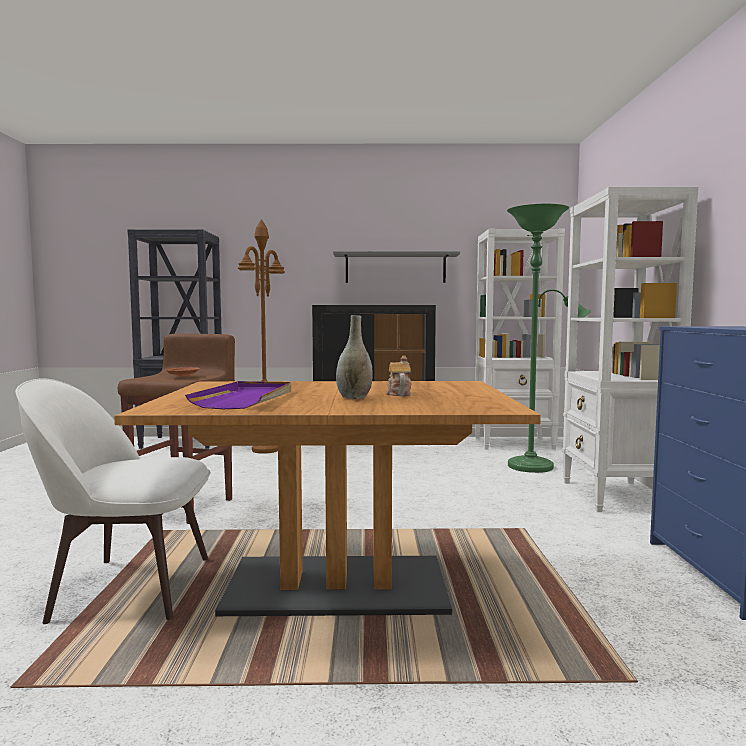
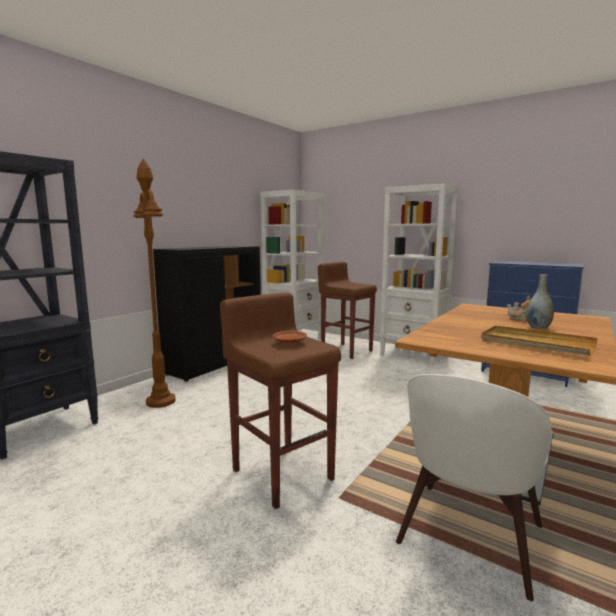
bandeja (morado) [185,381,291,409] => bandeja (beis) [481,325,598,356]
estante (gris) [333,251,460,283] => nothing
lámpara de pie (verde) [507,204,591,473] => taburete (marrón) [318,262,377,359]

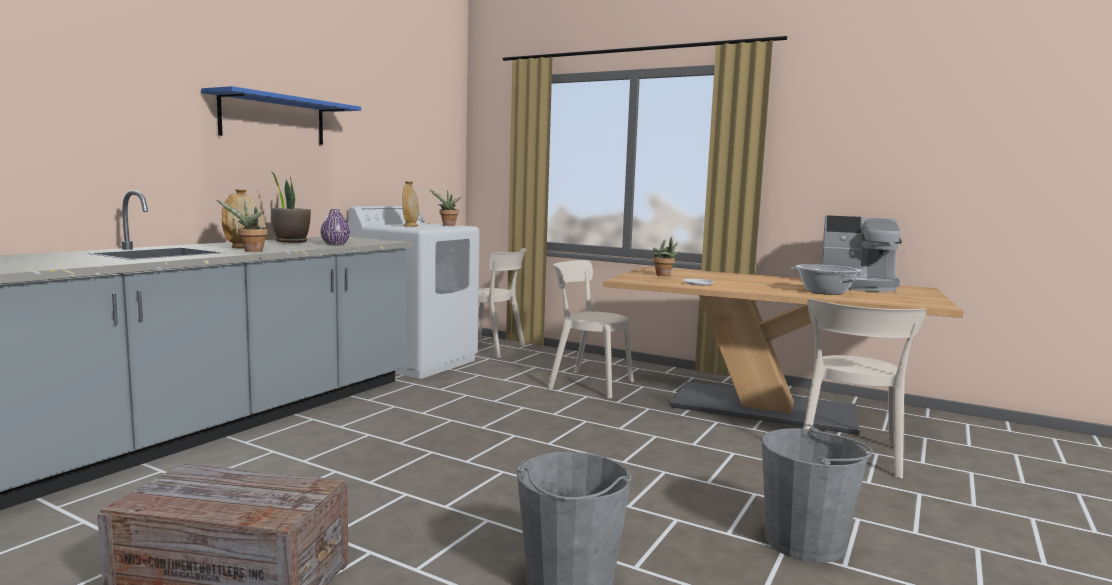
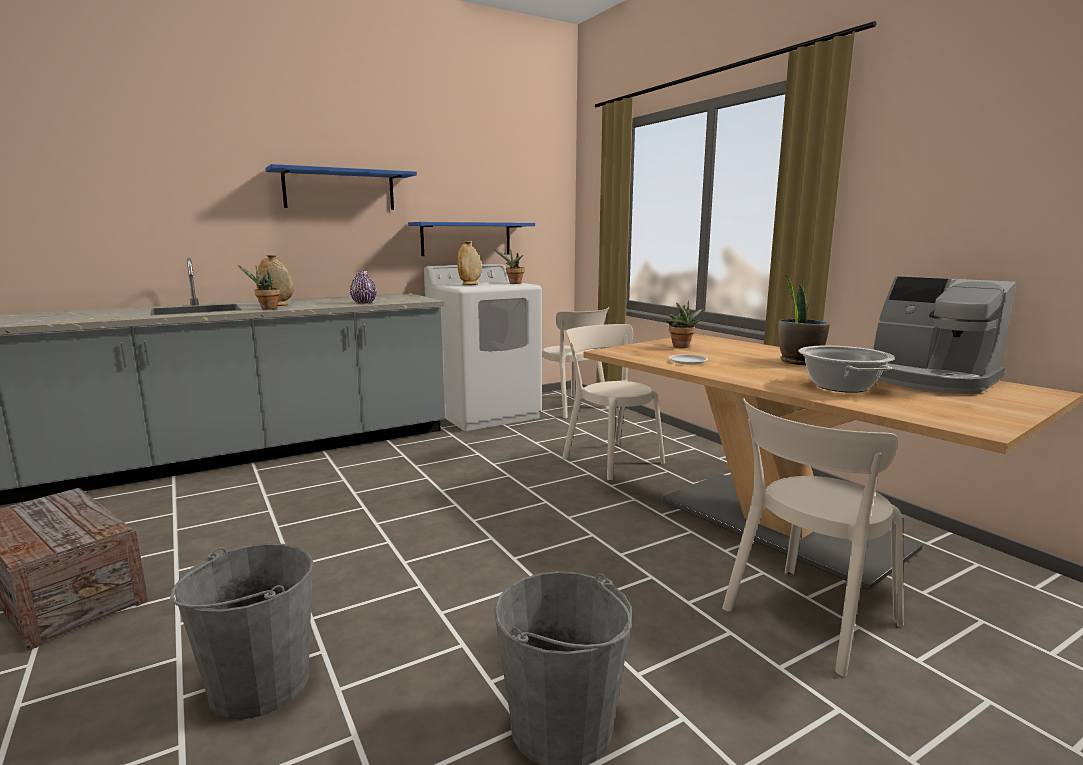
planta en maceta [271,171,311,243] => planta en maceta [778,275,830,365], relocated
nothing => estante (azul) [408,222,535,256]

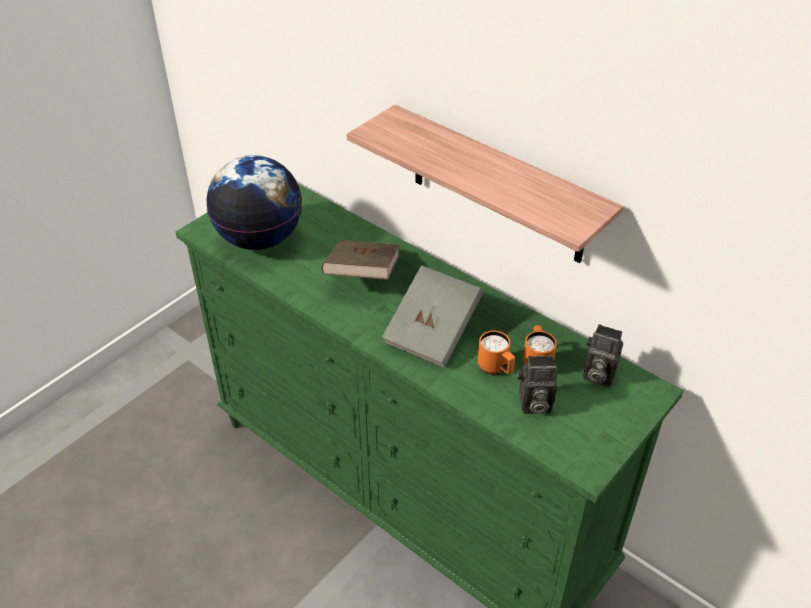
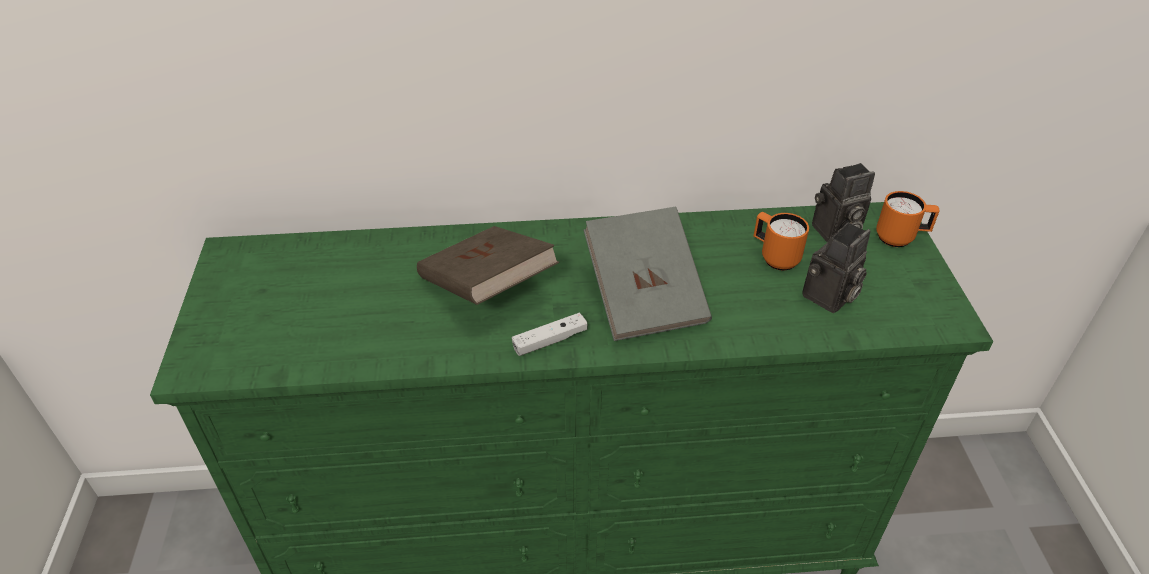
globo terráqueo [206,155,302,250] => nothing
estante [347,105,623,263] => nothing
taza grande (naranja) [478,331,515,375] => taza grande (naranja) [876,191,940,247], relocated
nothing => mando de consola (blanco) [512,313,588,356]

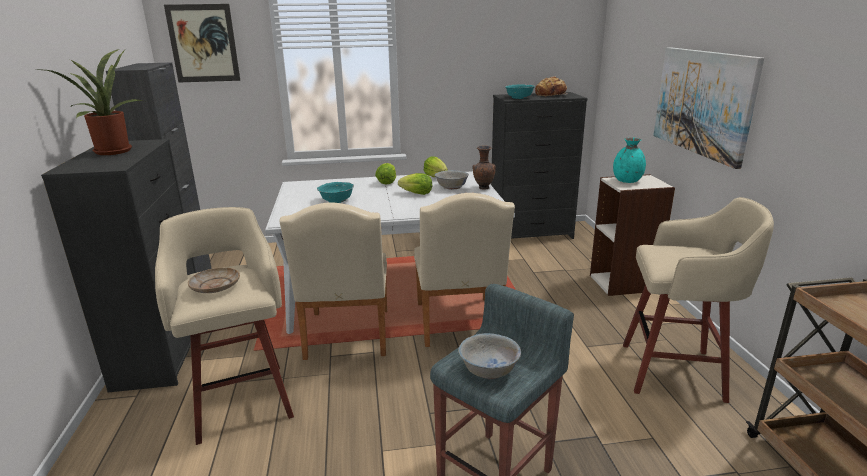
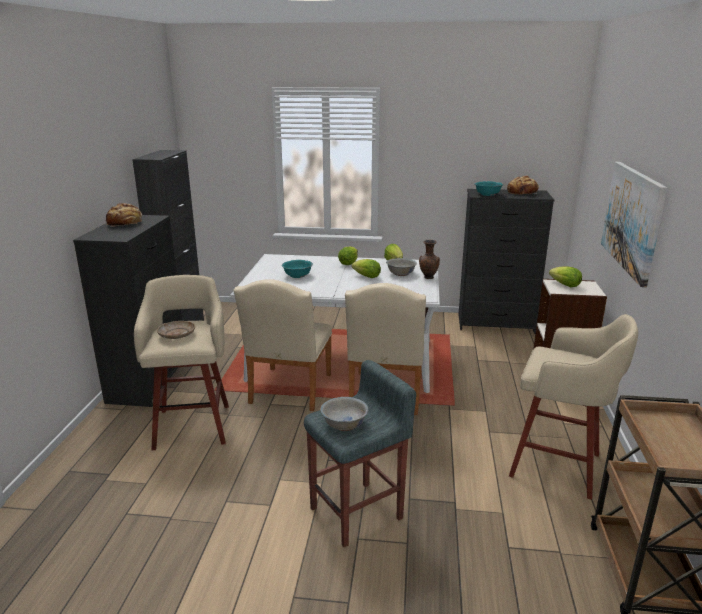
planta en maceta [46,49,143,155] => pan [106,203,142,227]
cuadro [164,4,240,83] => nothing
florero (turquesa) [613,137,646,183] => lechuga [549,266,582,287]

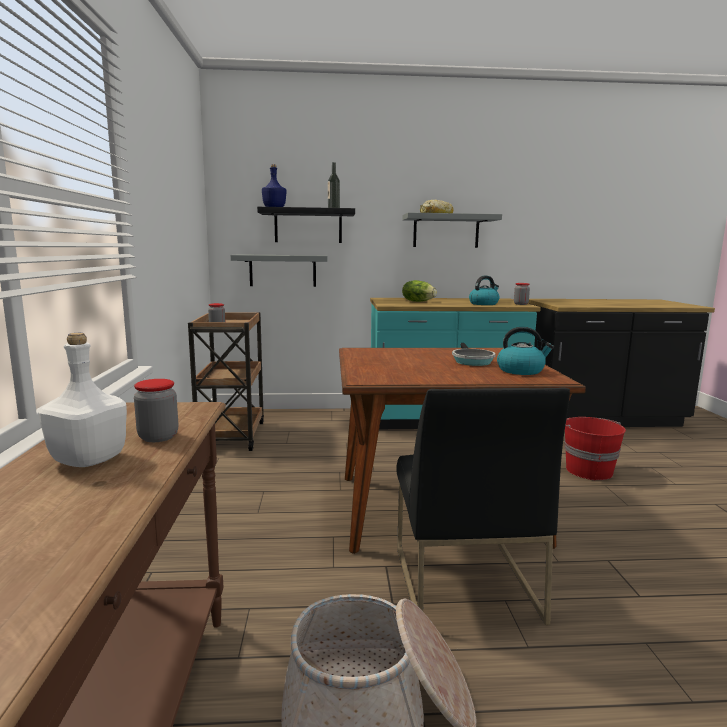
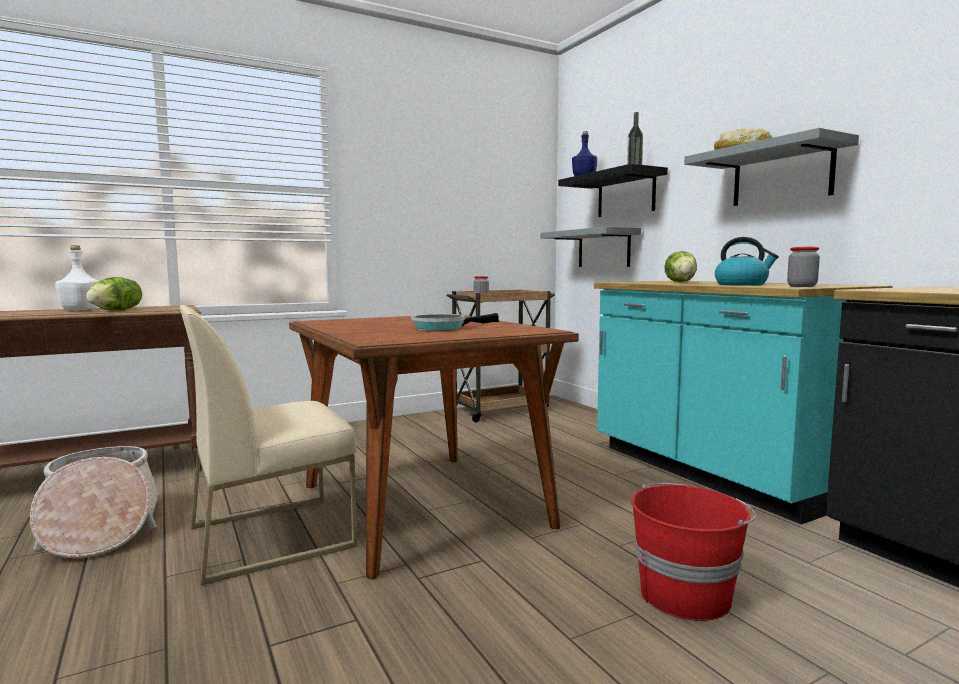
tarro [134,379,178,442] => lechuga [86,277,142,310]
silla (negro) [396,388,570,625] => silla (beis) [180,305,357,585]
hervidor [497,327,554,375] => nothing

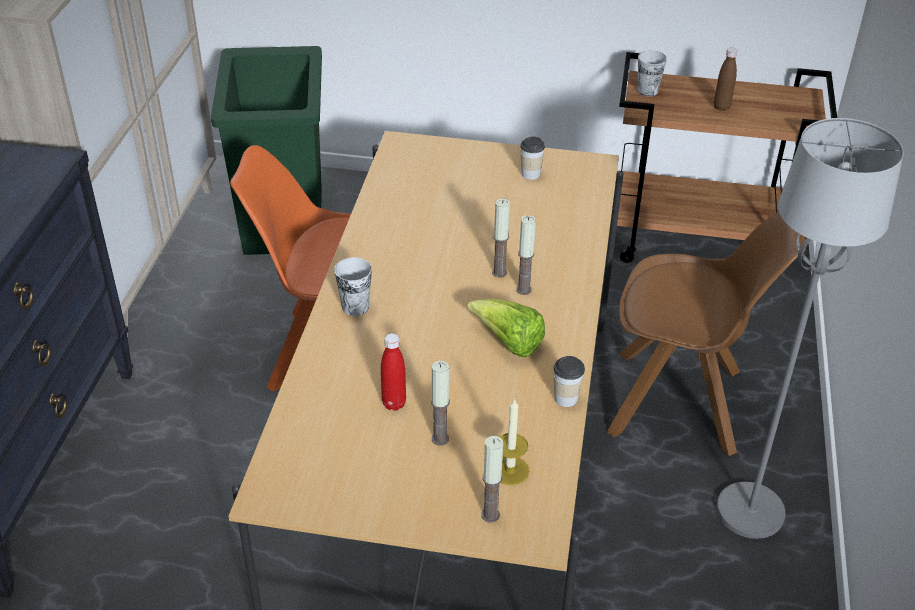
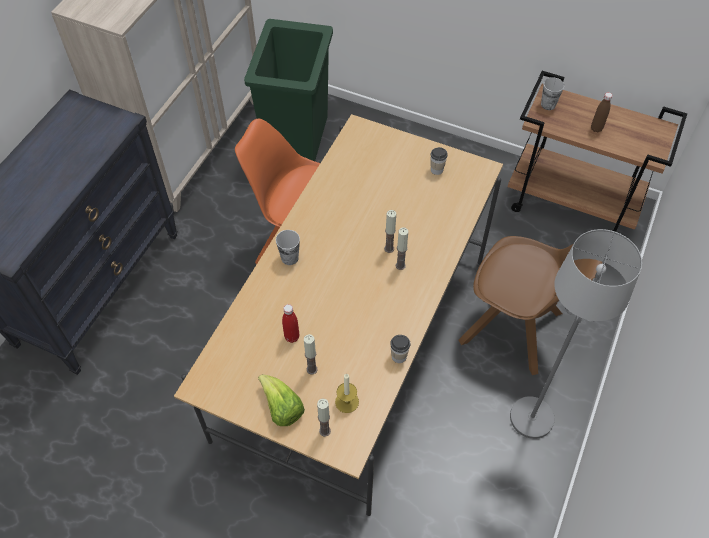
lechuga [467,299,545,357] => lechuga [258,374,305,426], relocated

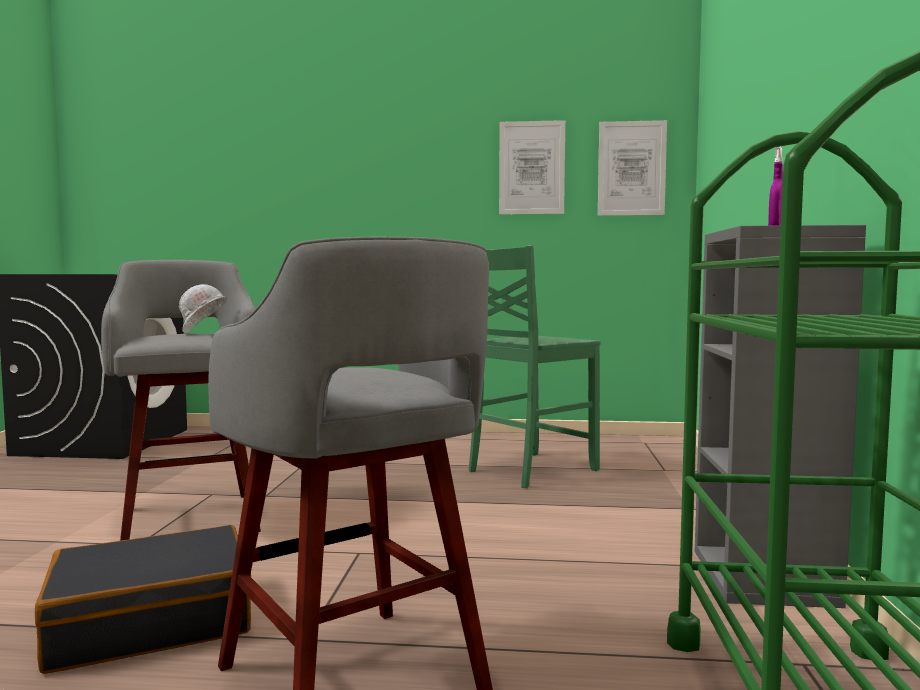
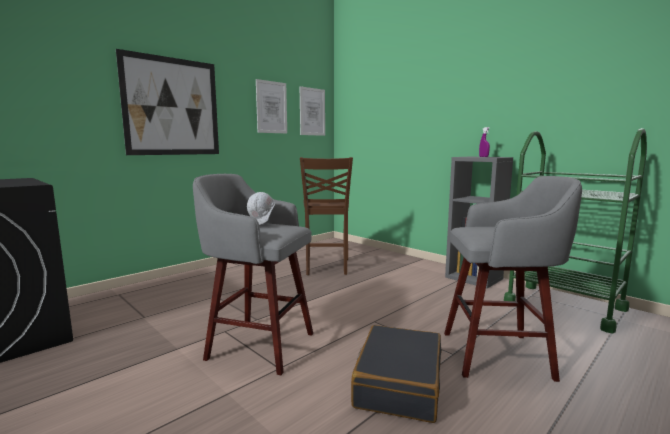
silla (verde) [469,245,601,488] => silla (marrón) [300,157,353,275]
nothing => cuadro [116,49,219,155]

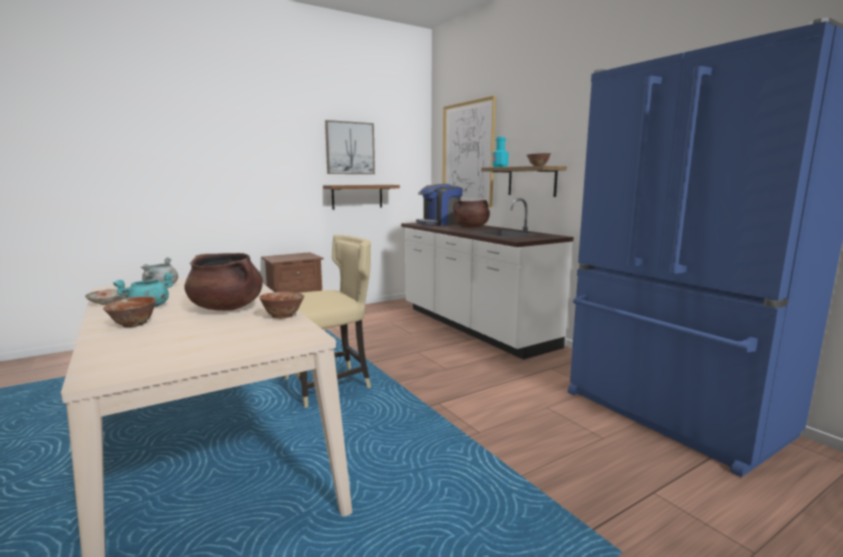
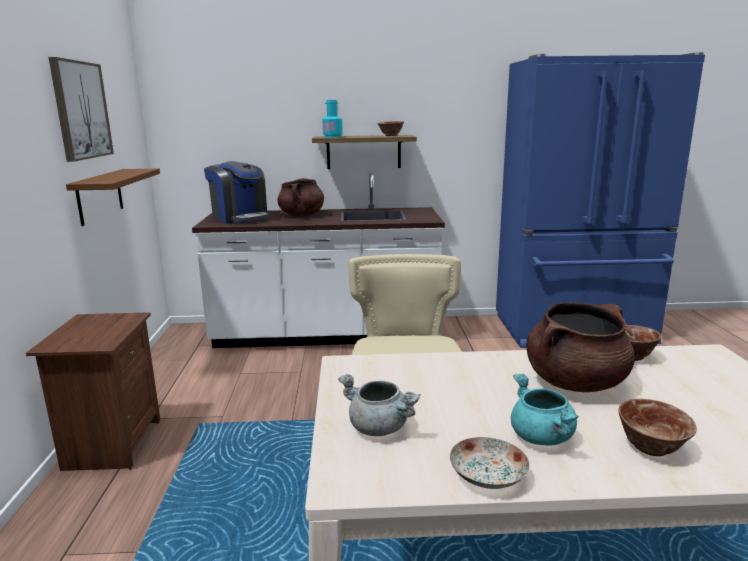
cafetera [416,184,463,226] => cafetera [204,161,270,224], 45 degrees counterclockwise
cuadro [442,96,496,207] => nothing

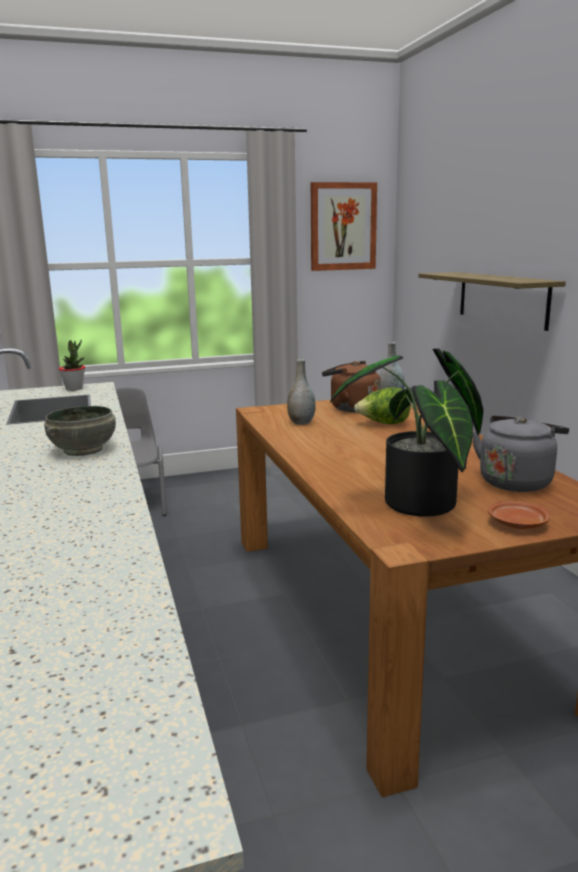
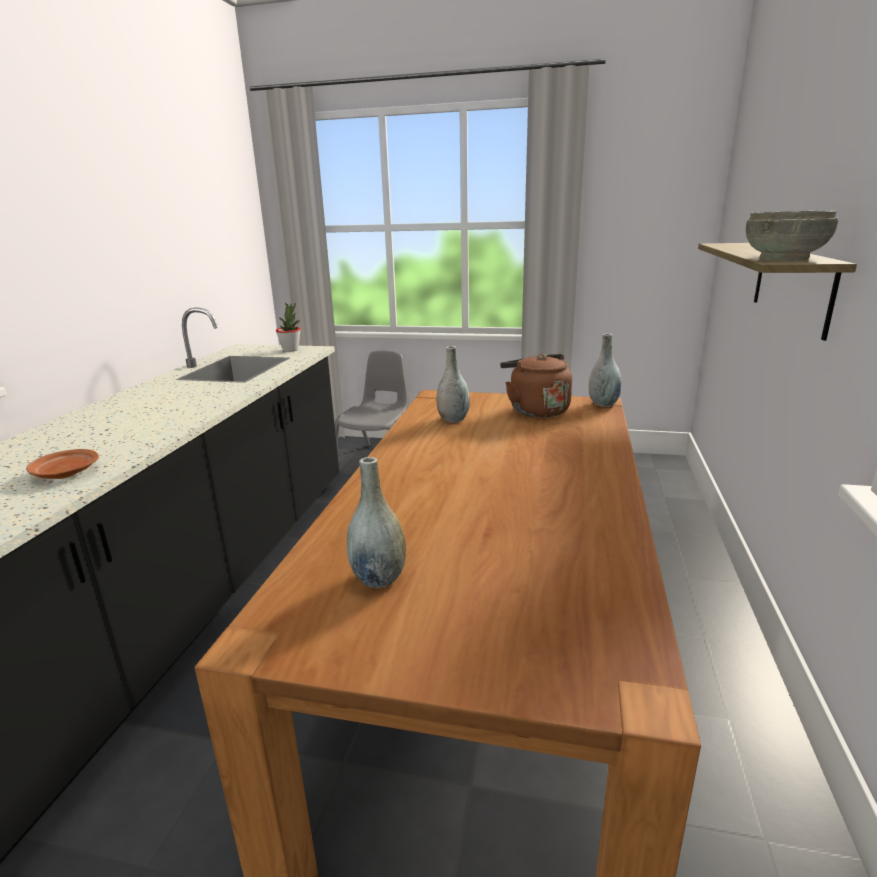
cuenco (gris) [44,406,116,456] => cuenco (gris) [746,210,838,260], relocated
cuadro [311,182,377,271] => nothing
planta en maceta [330,348,484,517] => florero (gris) [347,457,406,588]
lechuga [354,387,410,424] => nothing
hervidor (gris) [472,415,569,492] => nothing
plato (marrón) [488,501,550,529] => plato (marrón) [26,449,99,479], relocated

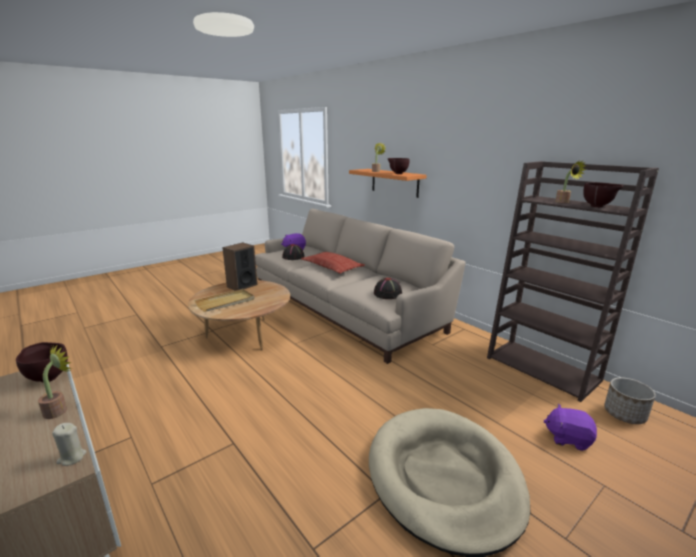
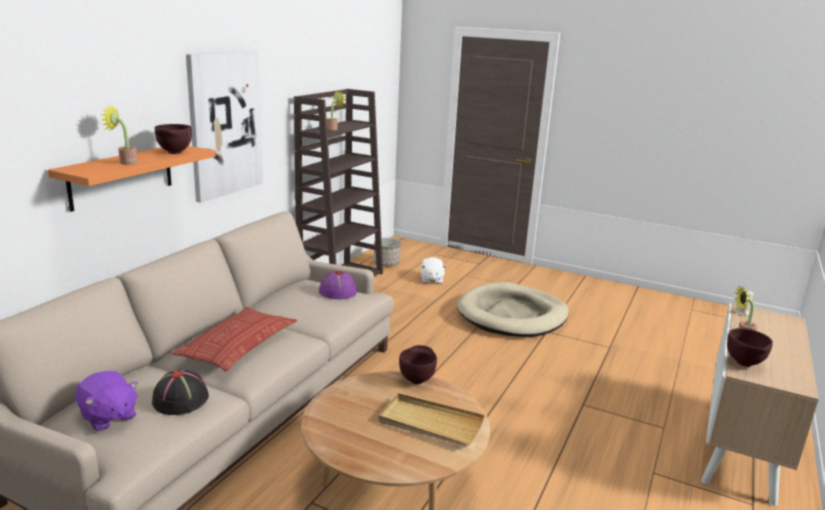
altavoz [222,243,257,291] => nothing
sombrero (negro) [374,278,402,299] => sombrero (morado) [319,271,357,299]
peluche (morado) [544,404,597,451] => peluche (blanco) [421,257,446,284]
cuenco (marrón) [583,183,623,207] => cuenco (marrón) [399,345,437,384], relocated
nothing => cuadro [186,52,263,203]

